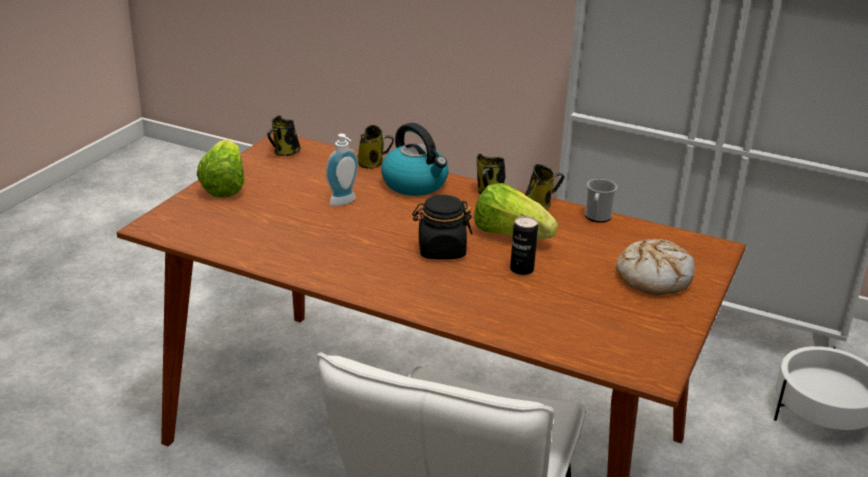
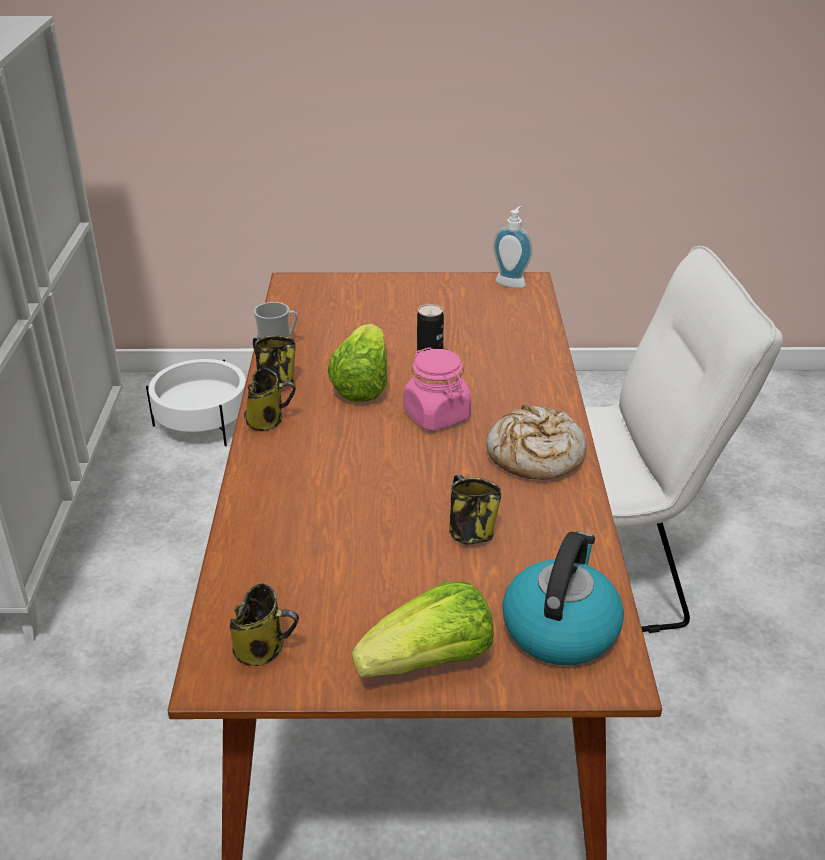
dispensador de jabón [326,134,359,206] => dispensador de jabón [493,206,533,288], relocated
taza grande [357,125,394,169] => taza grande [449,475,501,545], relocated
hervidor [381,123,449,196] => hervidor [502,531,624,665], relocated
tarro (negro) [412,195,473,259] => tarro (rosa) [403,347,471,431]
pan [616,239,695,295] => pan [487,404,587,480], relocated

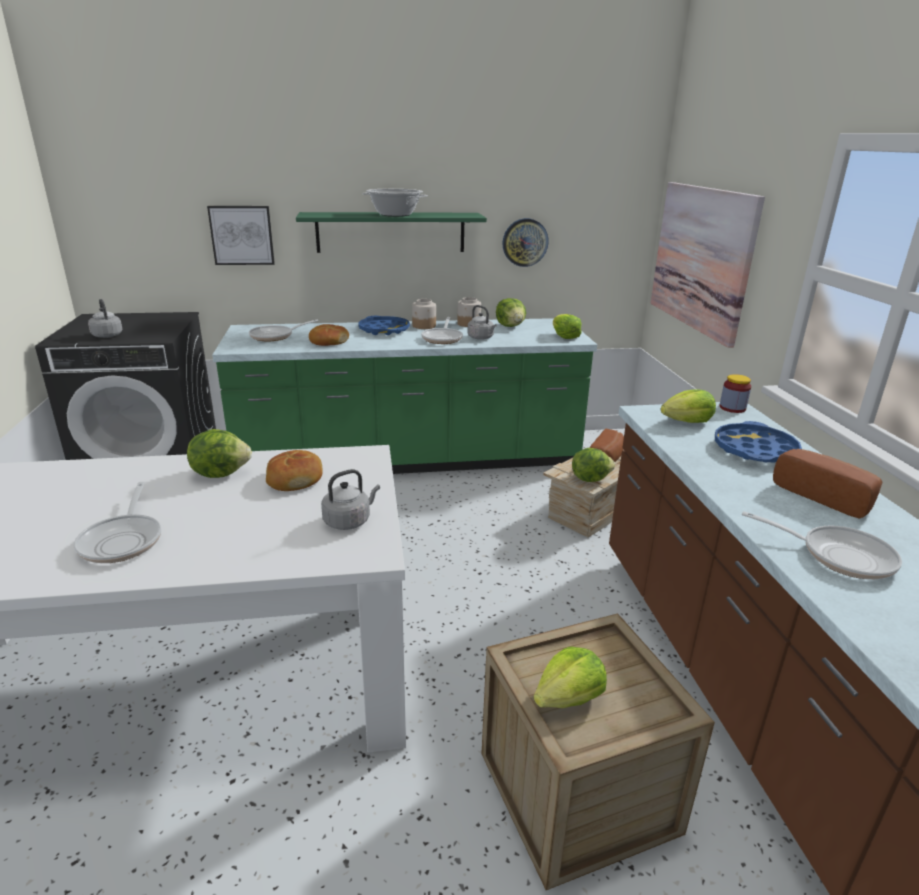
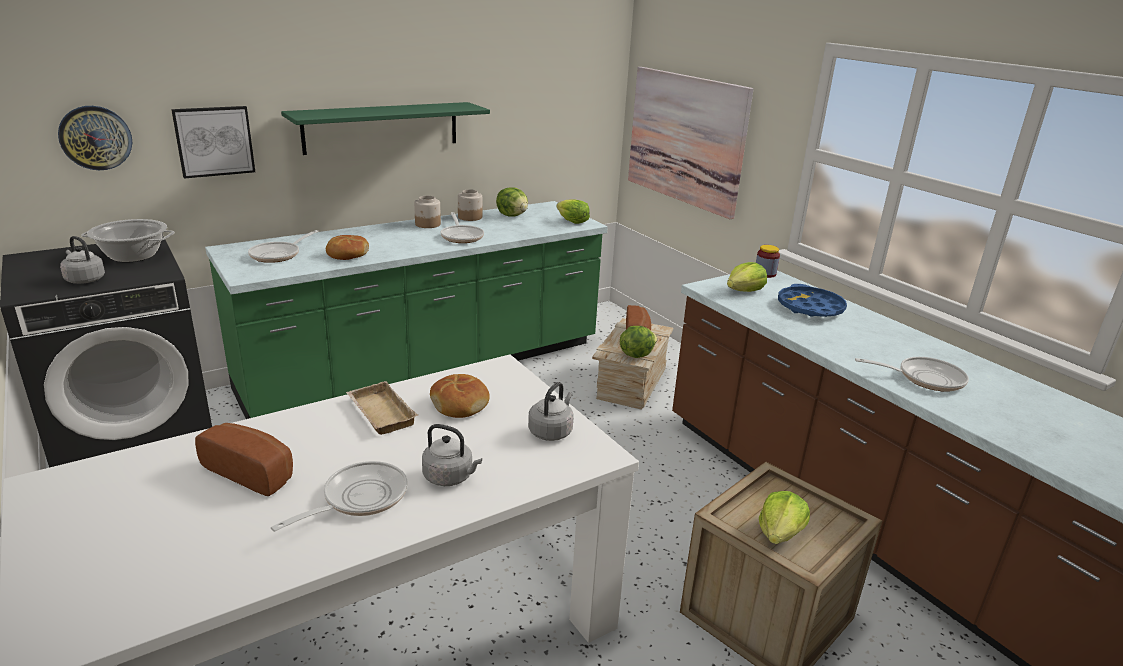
sartén [74,482,161,563] => sartén [271,461,407,532], 105 degrees counterclockwise
lechuga [187,429,252,478] => bandeja (beis) [346,381,418,435]
bandeja (azul) [358,316,410,335] => nothing
olla [362,189,428,216] => olla [81,219,175,263], relocated
hervidor (gris) [468,305,496,340] => hervidor (gris) [422,424,482,486], relocated
reloj de pared [503,218,548,267] => reloj de pared [58,106,132,170], relocated
pan [773,449,883,519] => pan [195,423,293,496], relocated

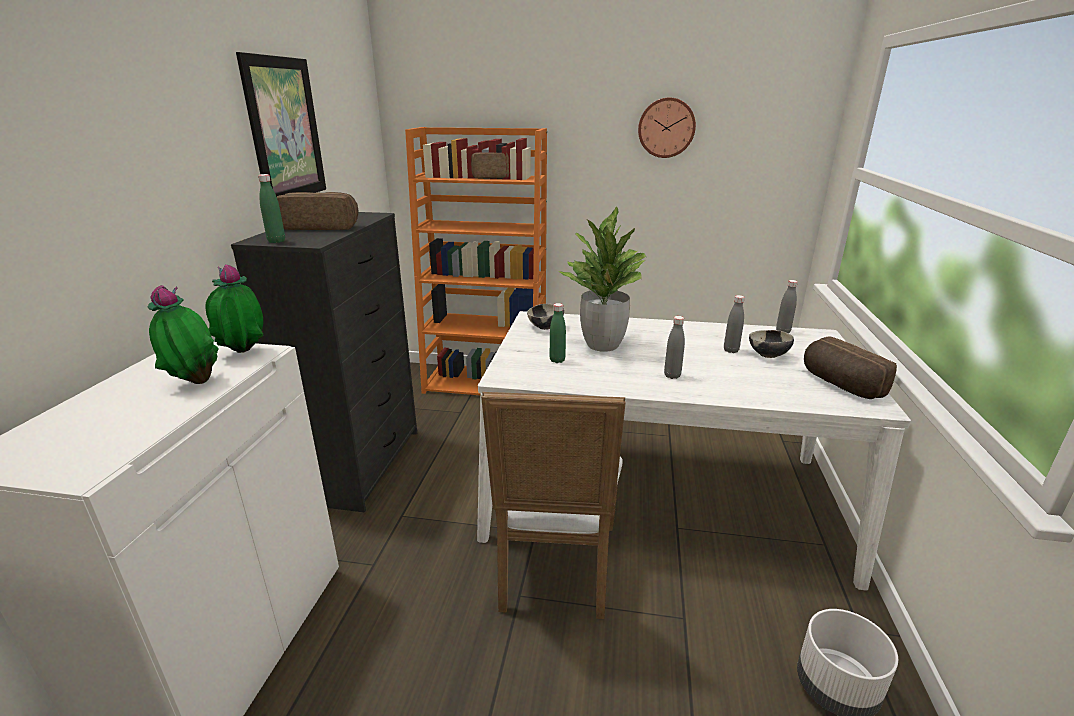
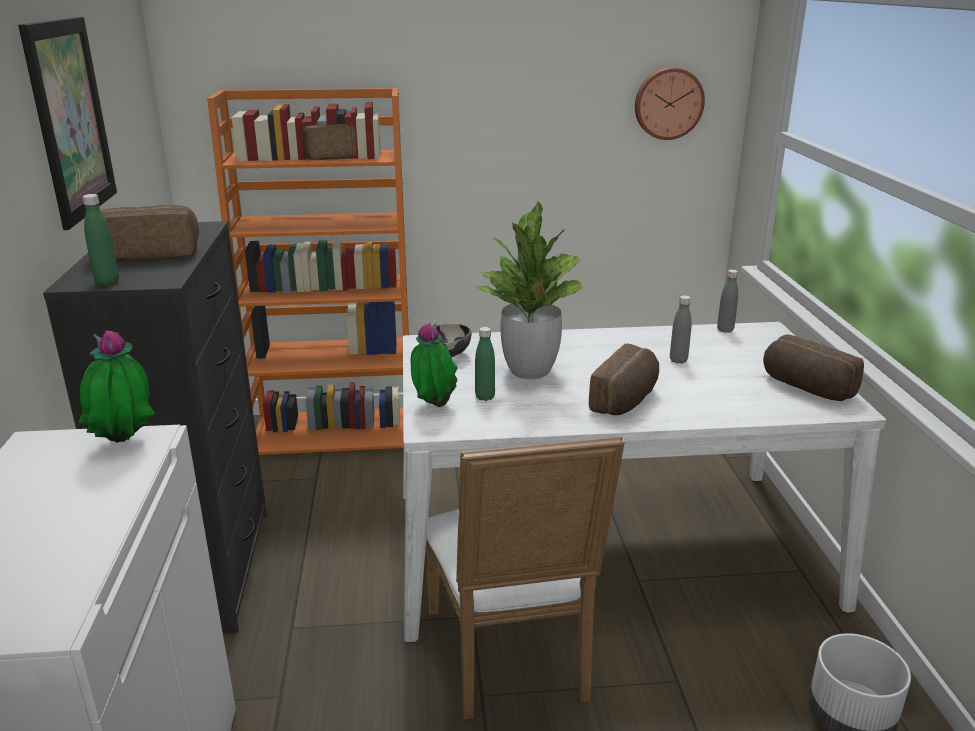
planta en maceta [147,285,219,384] => planta en maceta [410,323,458,407], relocated
reloj de pared [638,97,696,158] => reloj de pared [635,67,705,140], relocated
botella (gris) [664,316,685,379] => pan [589,344,659,415]
cuenco [749,330,794,358] => nothing

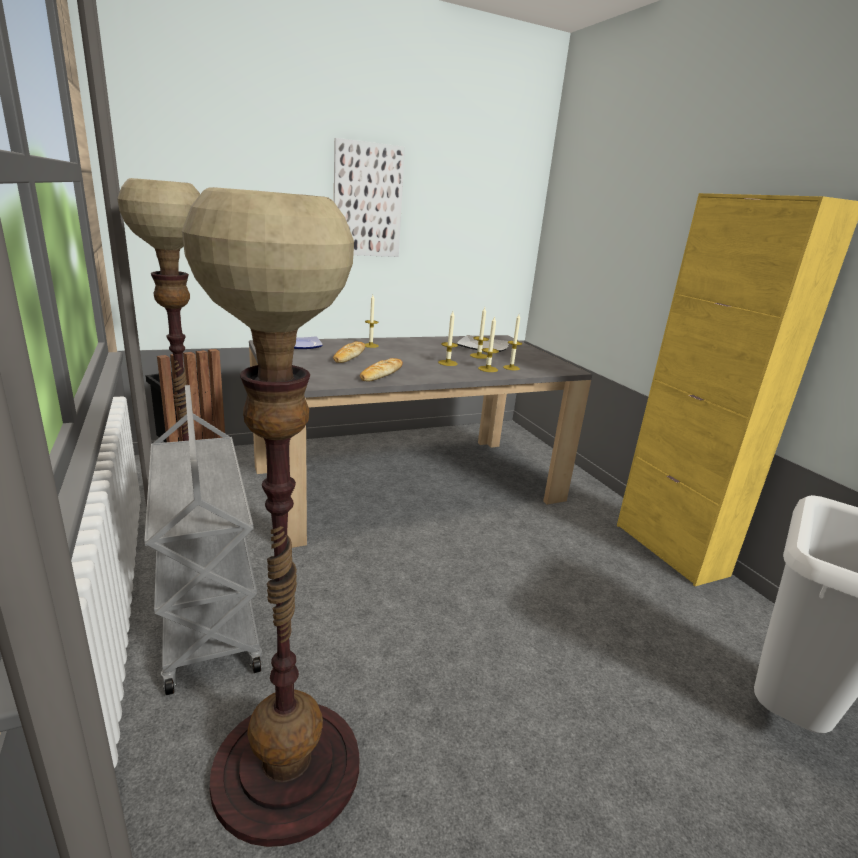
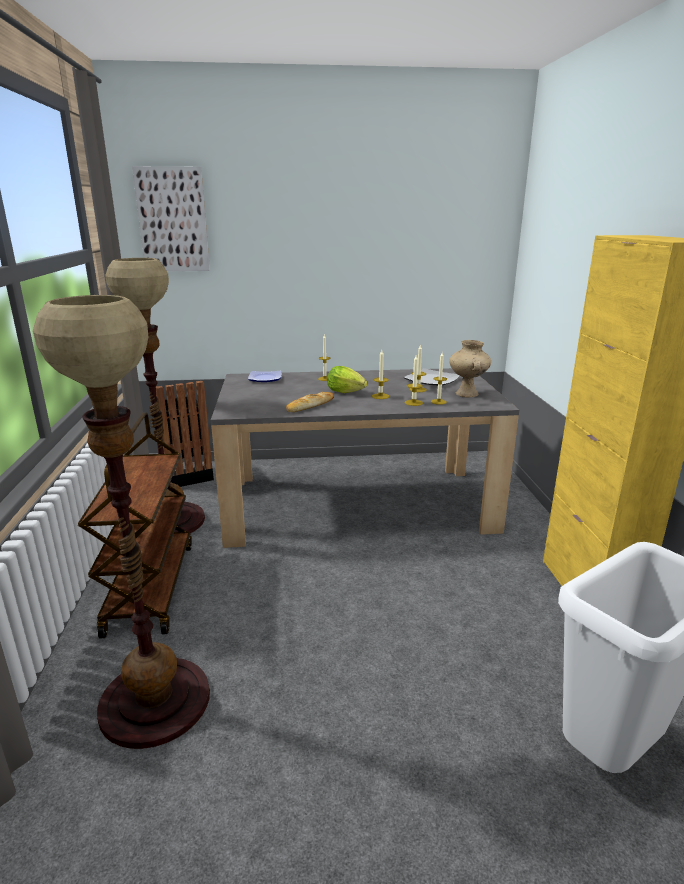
carrito (gris) [144,385,262,695] => carrito (marrón) [78,412,192,638]
pan [333,341,365,363] => nothing
cuadro [334,138,405,257] => cuadro [132,166,210,271], relocated
nothing => lechuga [327,366,367,393]
nothing => florero (beis) [449,340,491,397]

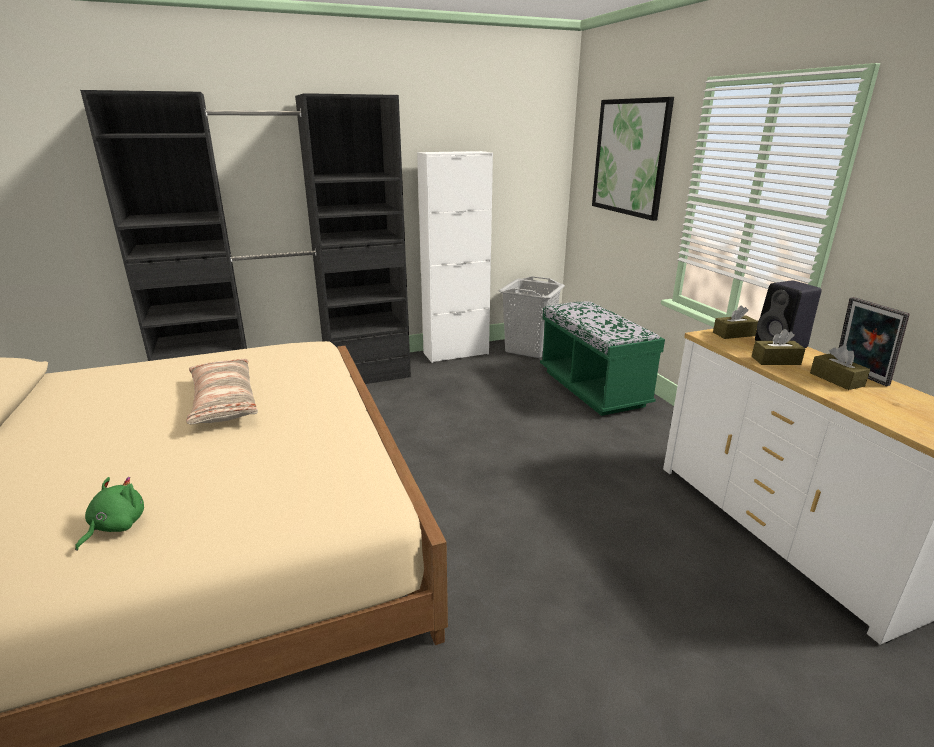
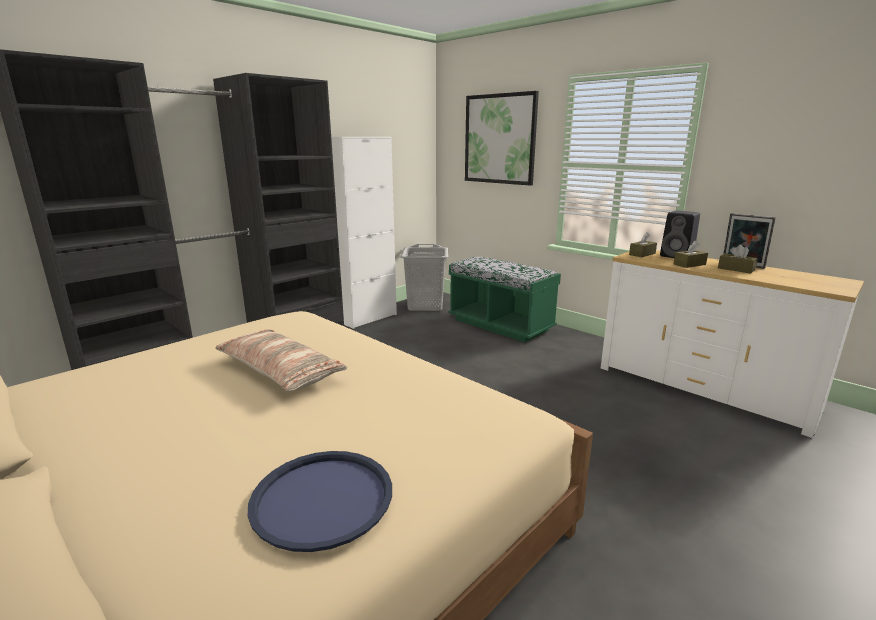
peluche (verde) [75,477,144,551] => bandeja (azul) [248,451,392,552]

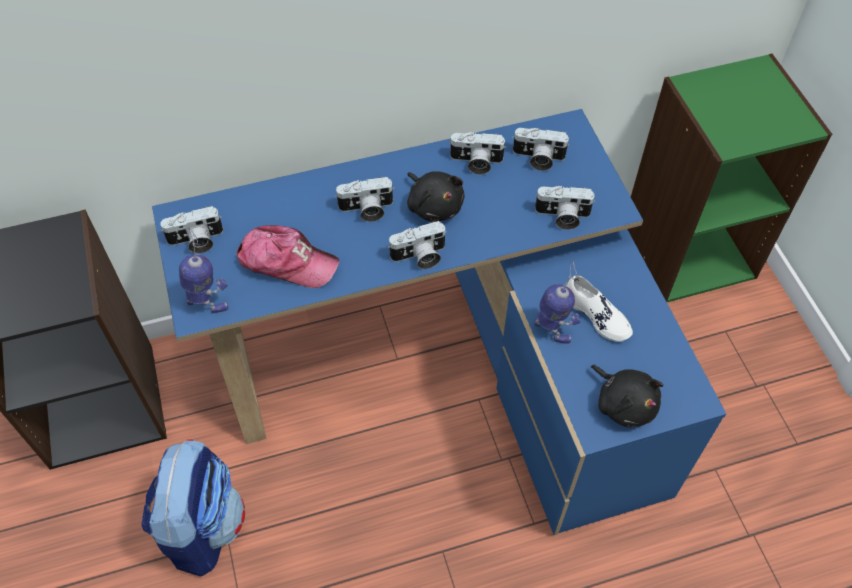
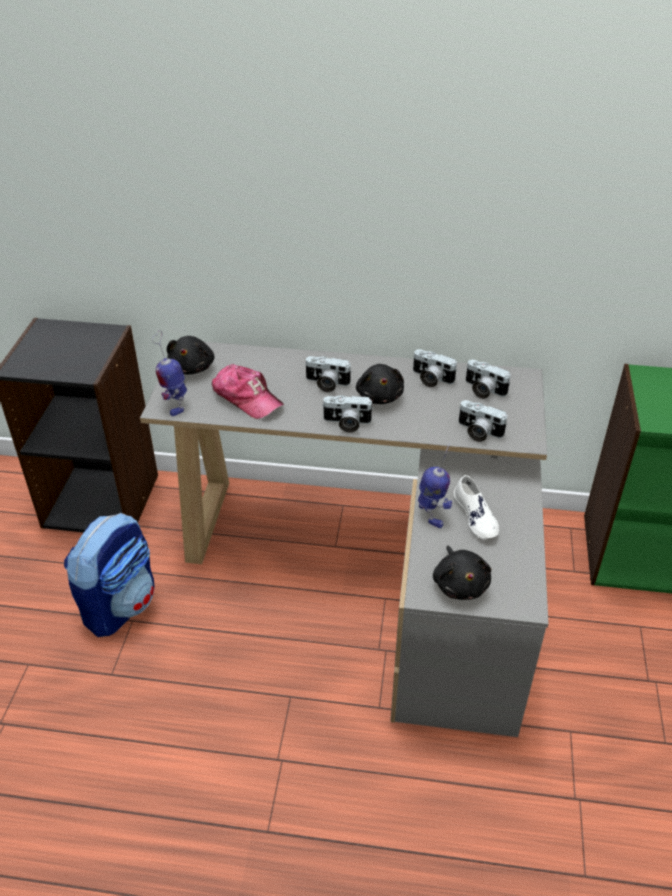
escritorio (azul) [152,109,726,535] => escritorio (gris) [140,342,549,737]
cámara [160,206,223,253] => peluche (negro) [167,336,215,374]
robot de juguete [179,227,229,313] => robot de juguete [152,330,187,416], 150 degrees counterclockwise

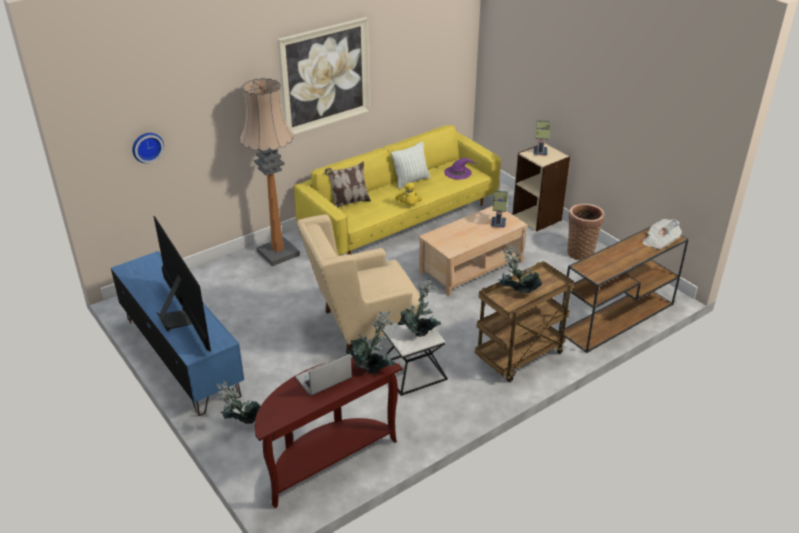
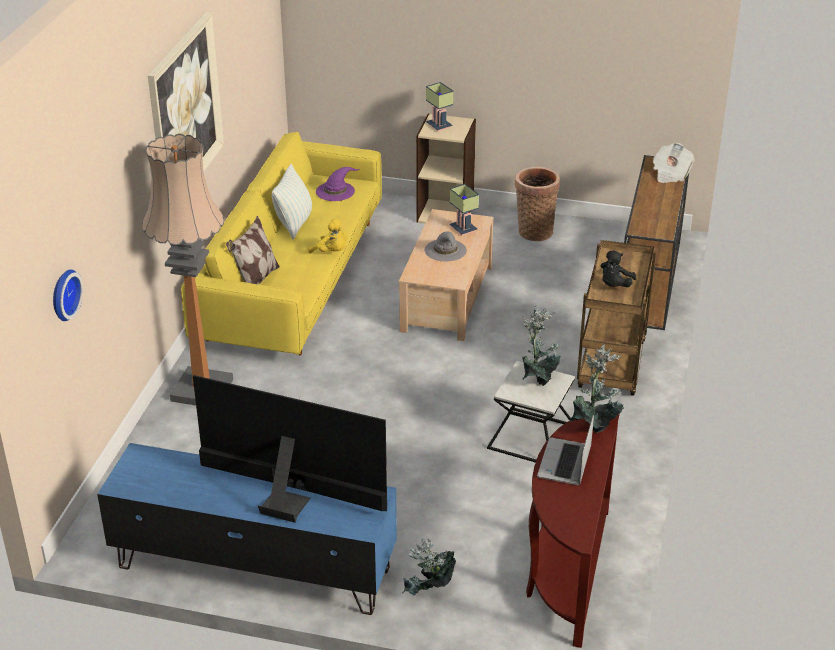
sillón (beis) [296,214,425,353] => nothing
planta en maceta [497,245,542,294] => peluche (negro) [601,250,636,287]
nothing => sombrero (gris) [425,231,467,262]

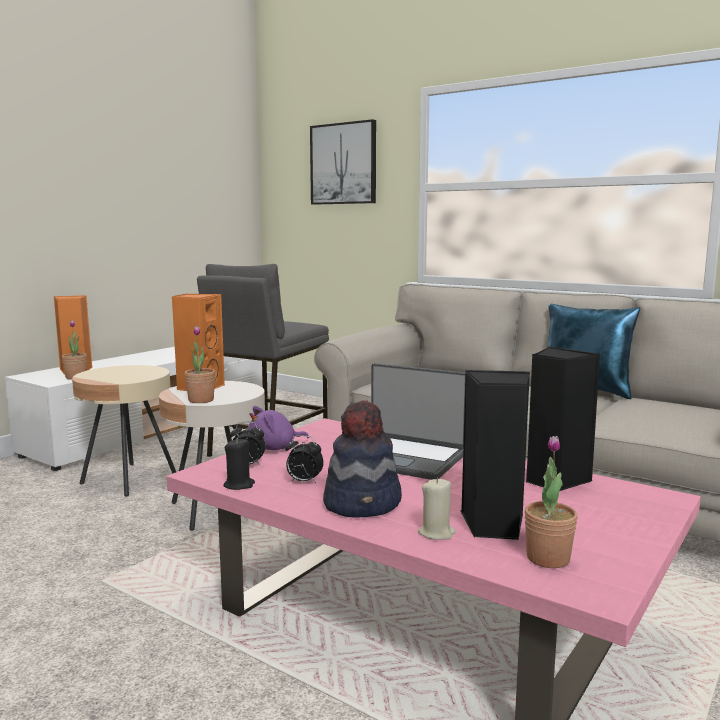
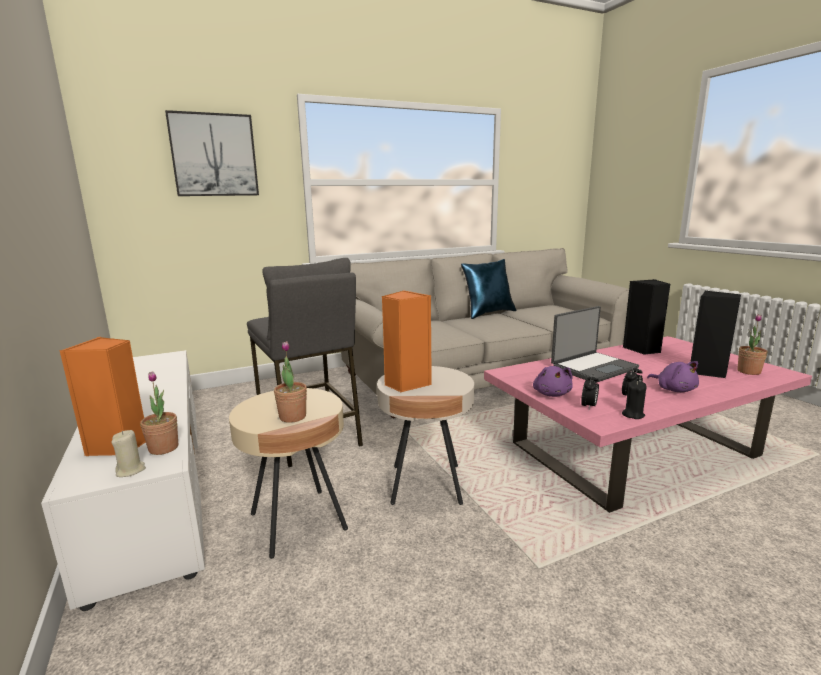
planta en maceta [185,326,215,403] => planta en maceta [274,341,307,423], relocated
sombrero [323,400,402,517] => peluche (morado) [647,361,699,392]
vela (beis) [418,478,456,540] => vela (beis) [111,430,146,477], relocated

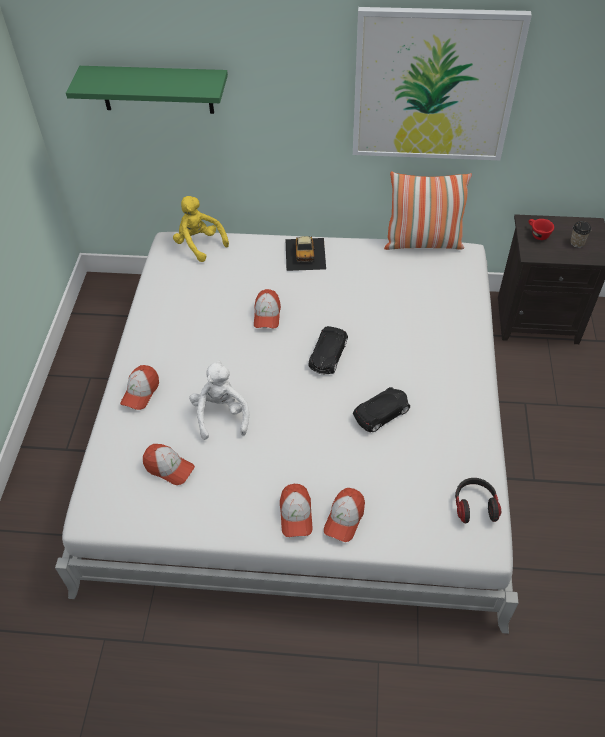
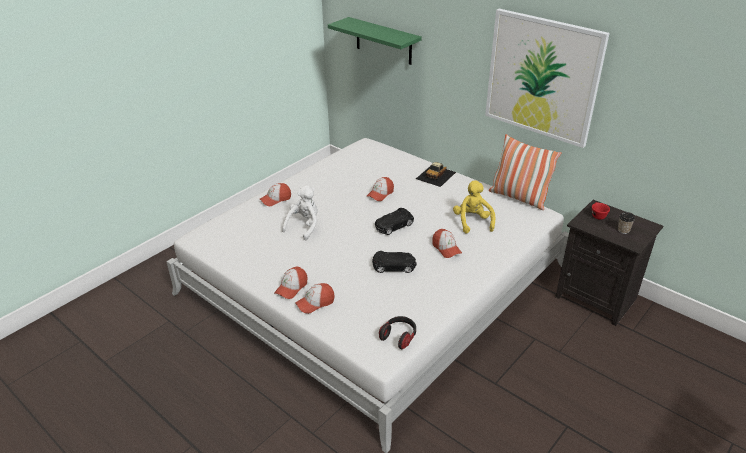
gorra [143,444,195,485] => gorra [432,229,462,258], relocated
peluche (amarillo) [173,196,229,262] => peluche (amarillo) [453,180,495,234], relocated

